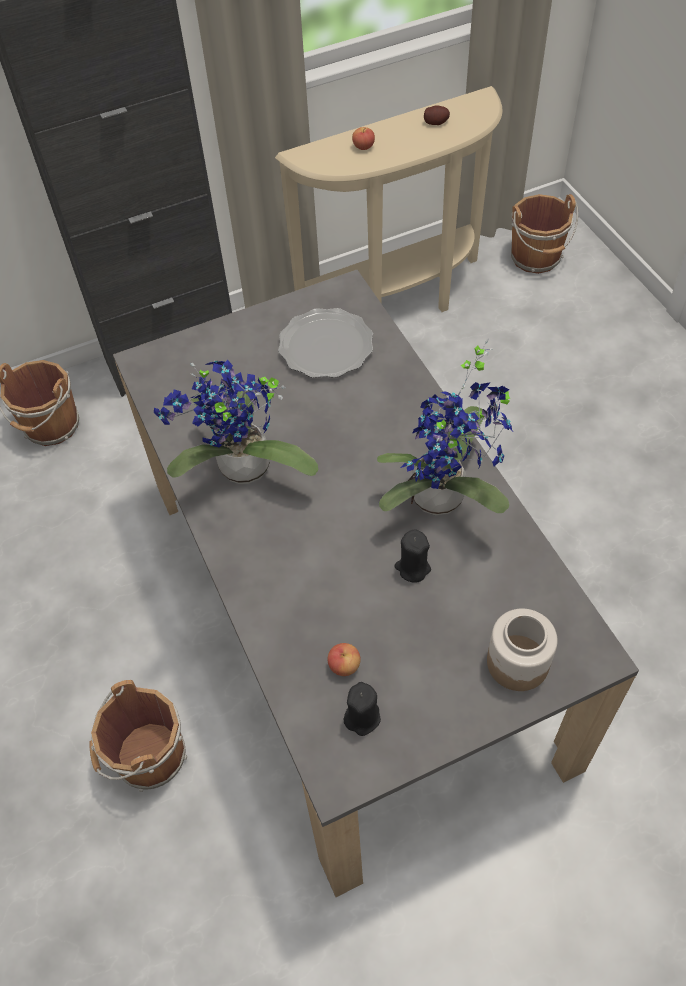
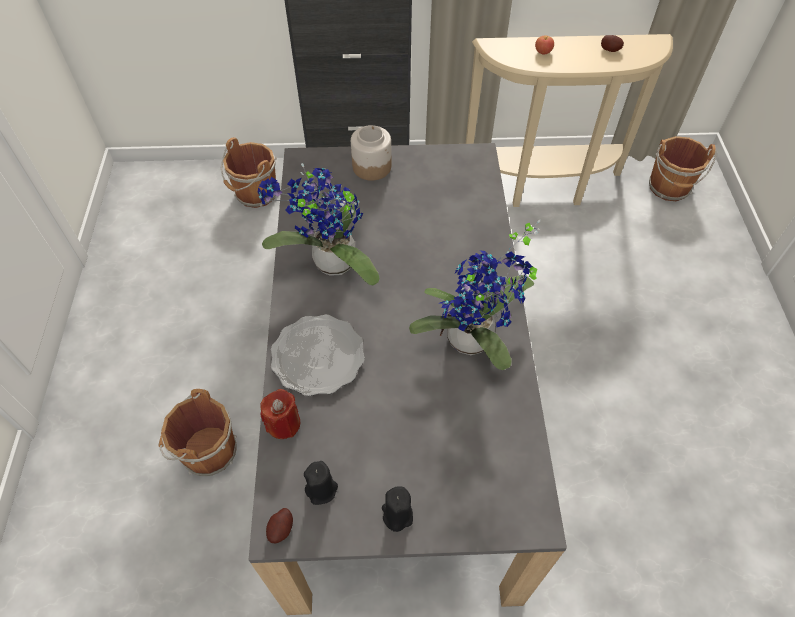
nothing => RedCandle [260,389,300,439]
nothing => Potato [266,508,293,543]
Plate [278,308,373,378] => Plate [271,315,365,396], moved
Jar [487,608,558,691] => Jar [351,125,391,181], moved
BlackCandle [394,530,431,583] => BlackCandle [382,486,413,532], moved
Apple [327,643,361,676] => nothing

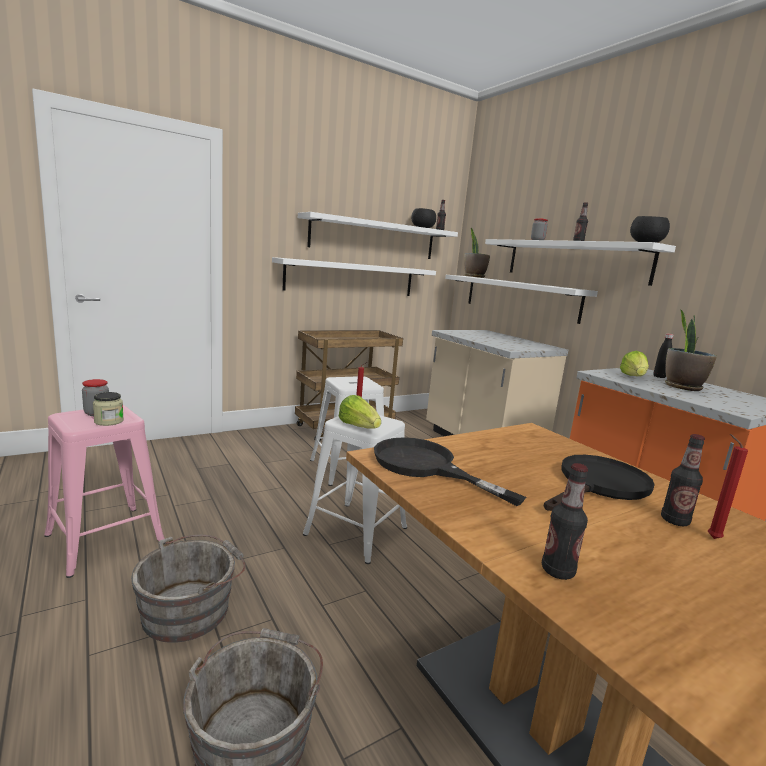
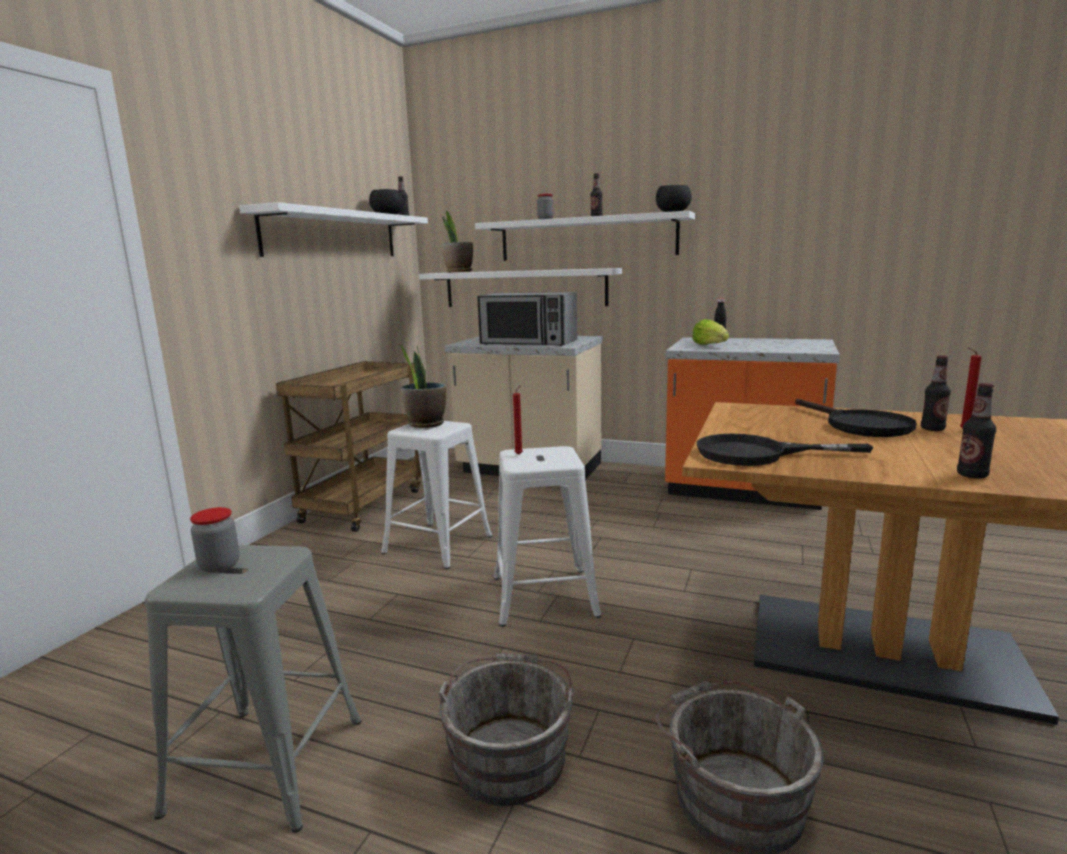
PinkStool [44,405,166,578] => GreyStool [145,545,362,833]
PottedPlant [665,309,717,391] => PottedPlant [399,344,446,428], moved
nothing => Microwave [477,292,577,346]
BlackFryingPan [544,455,655,511] => BlackFryingPan [795,399,917,437], 150 degrees clockwise
Jar [93,392,124,426] => nothing
WhiteShelf [272,257,436,296] => nothing
Lettuce [339,395,381,429] => nothing

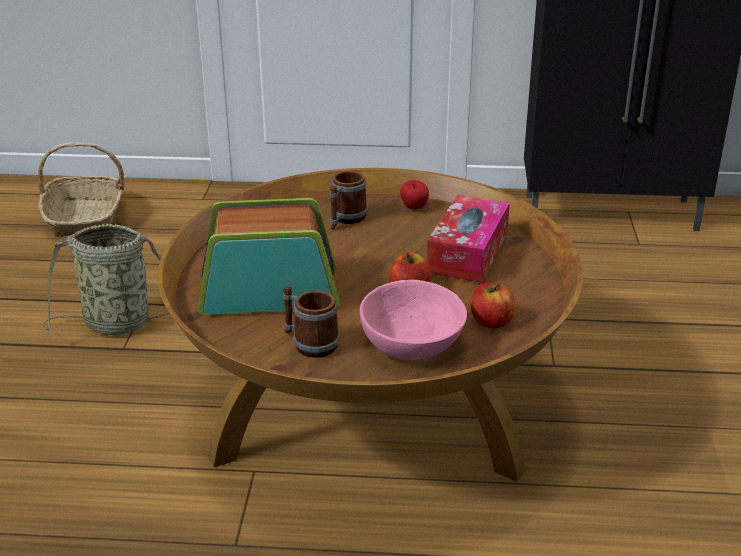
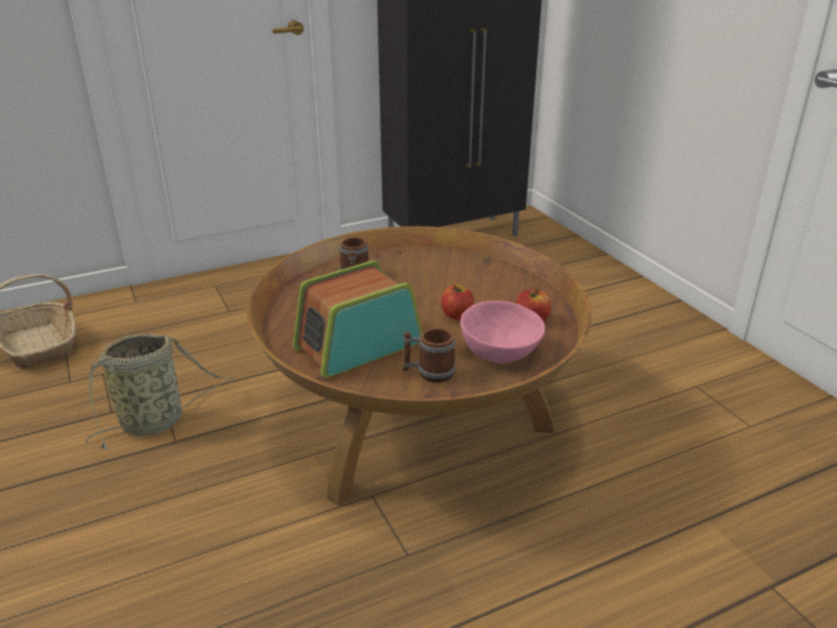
Apple [400,180,429,210] => nothing
TissueBox [427,195,510,283] => nothing

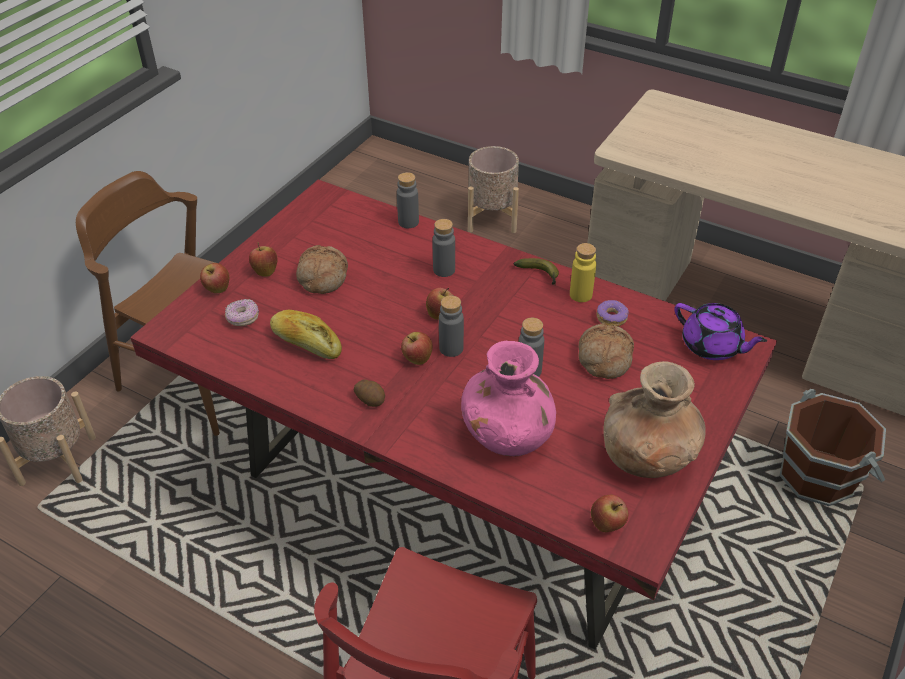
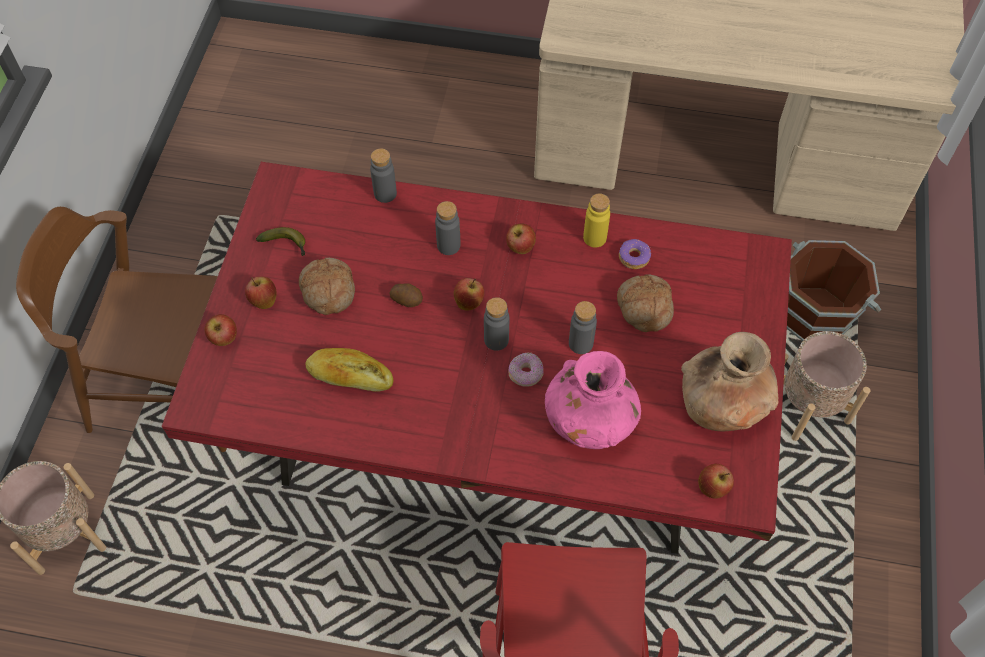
Banana [514,258,559,285] => Banana [256,227,305,256], moved
Potato [353,380,385,407] => Potato [390,283,423,307], moved
Apple [401,332,433,365] => Apple [506,224,536,254], moved
Donut [225,299,259,326] => Donut [508,352,544,387], moved
BeigePlanter [468,146,519,233] => BeigePlanter [784,331,871,441], moved
PurpleTeapot [674,303,767,360] => nothing

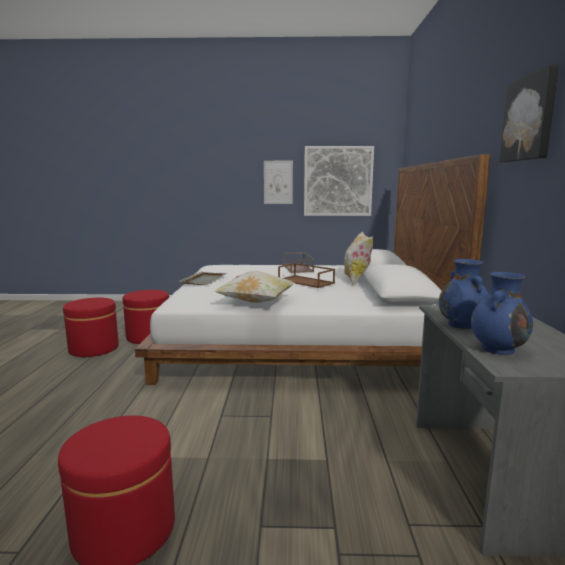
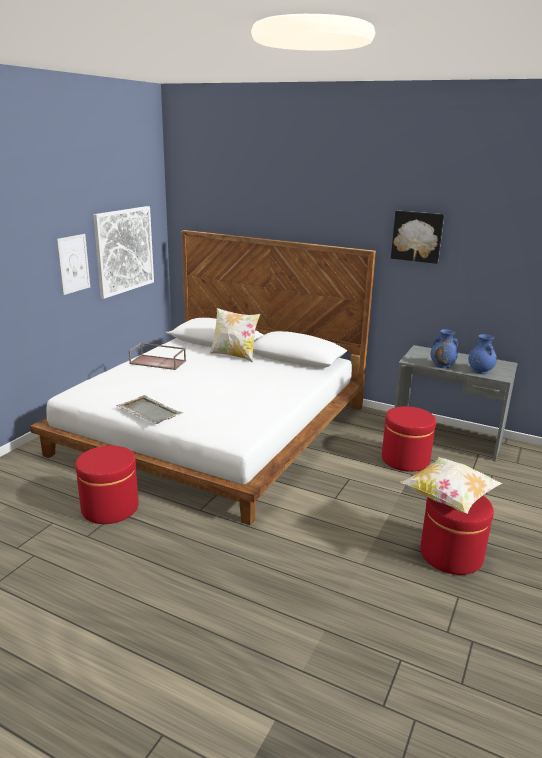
RedOttoman [63,298,119,357] => RedOttoman [382,406,436,472], moved
Pillow [213,271,295,303] => Pillow [400,457,502,514], moved
BrownTray [278,263,335,288] => nothing

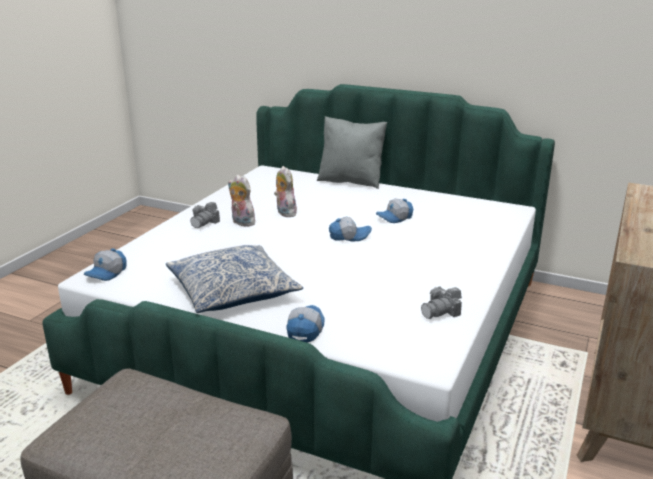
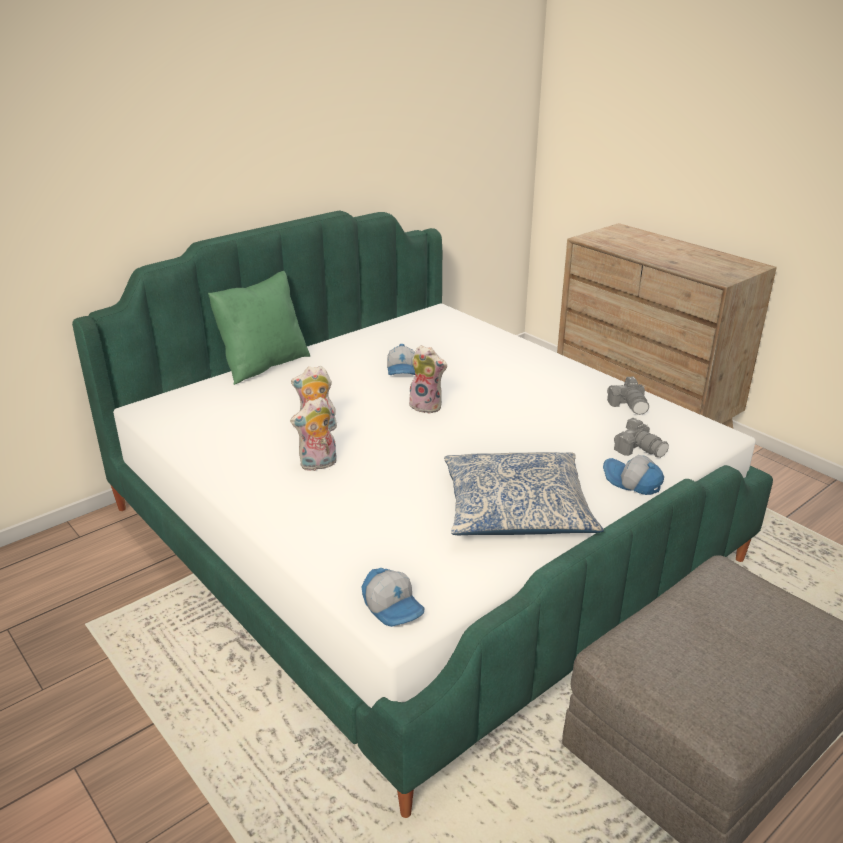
GreyPillow [317,116,387,189] => GreenPillow [208,271,310,385]
Cap [329,217,372,242] => PlushToy [409,345,447,414]
PhotoCamera [190,202,220,228] => PhotoCamera [614,418,669,458], moved

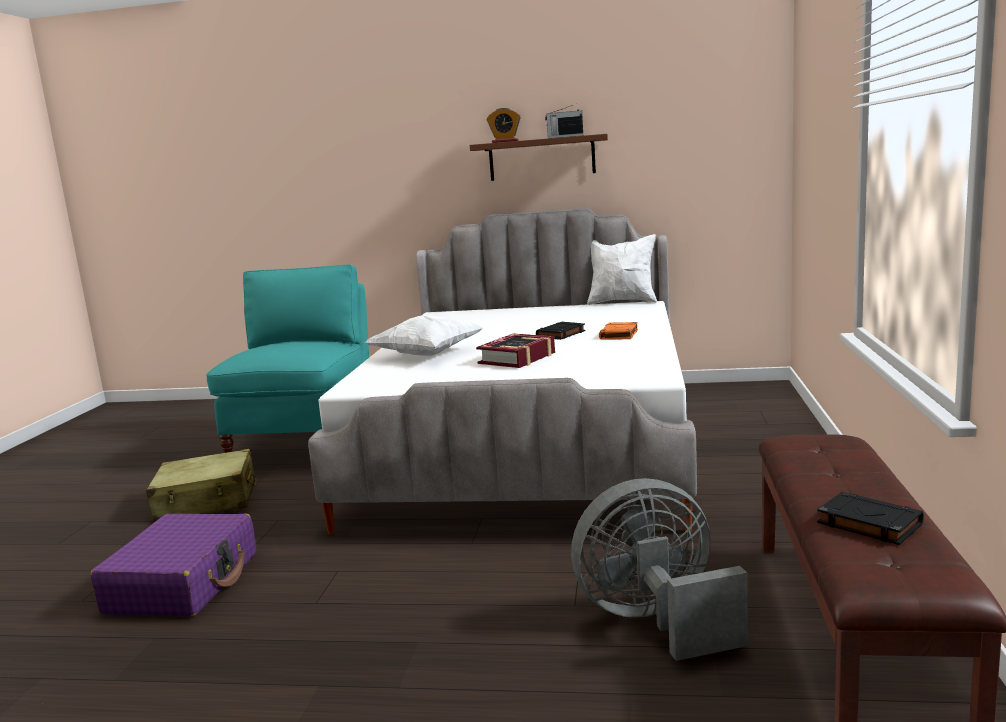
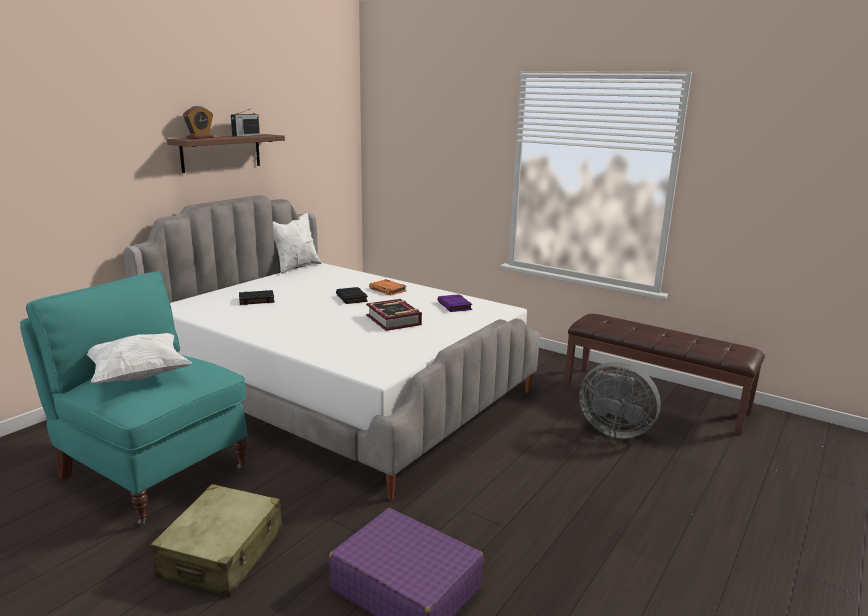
WhitePillow [365,315,483,356] => WhitePillow [87,333,192,384], moved
BlackBook [817,492,924,545] => BlackBook [239,290,275,305], moved
nothing => PurpleBook [437,294,472,312]
GreyFan [571,478,748,661] => GreyFan [579,362,661,438], 75 degrees counterclockwise

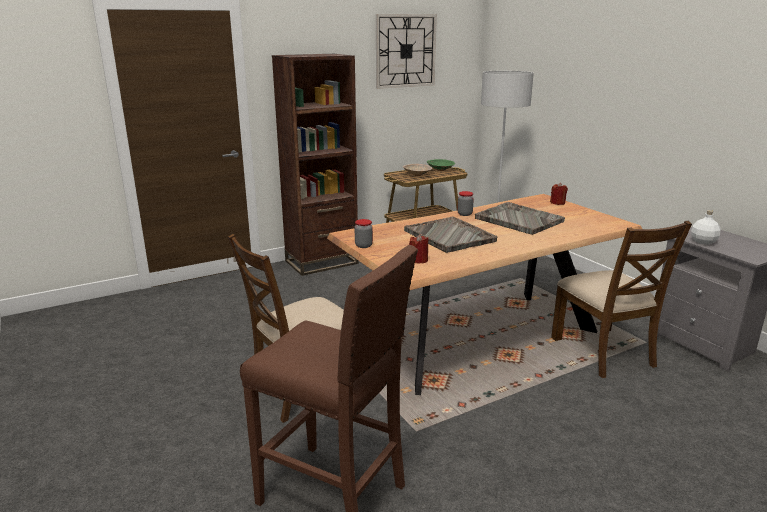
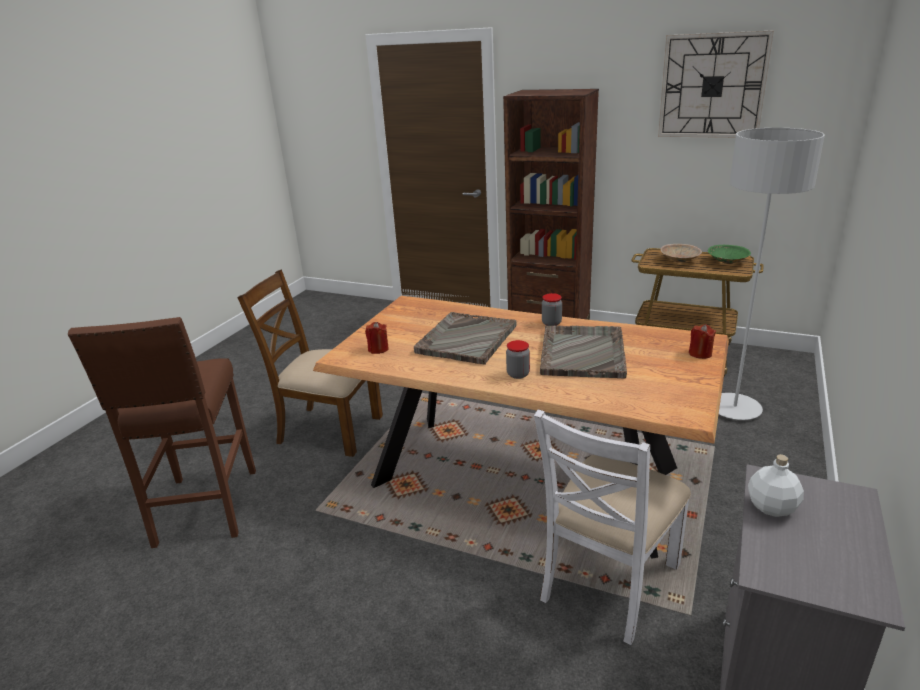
Jar [355,219,373,248] => Jar [506,340,530,379], moved
BrownChair [551,221,692,378] => WhiteChair [534,409,691,645]

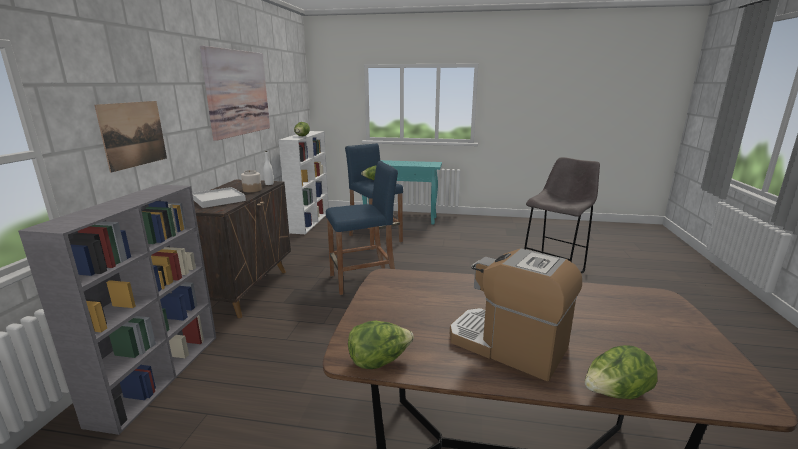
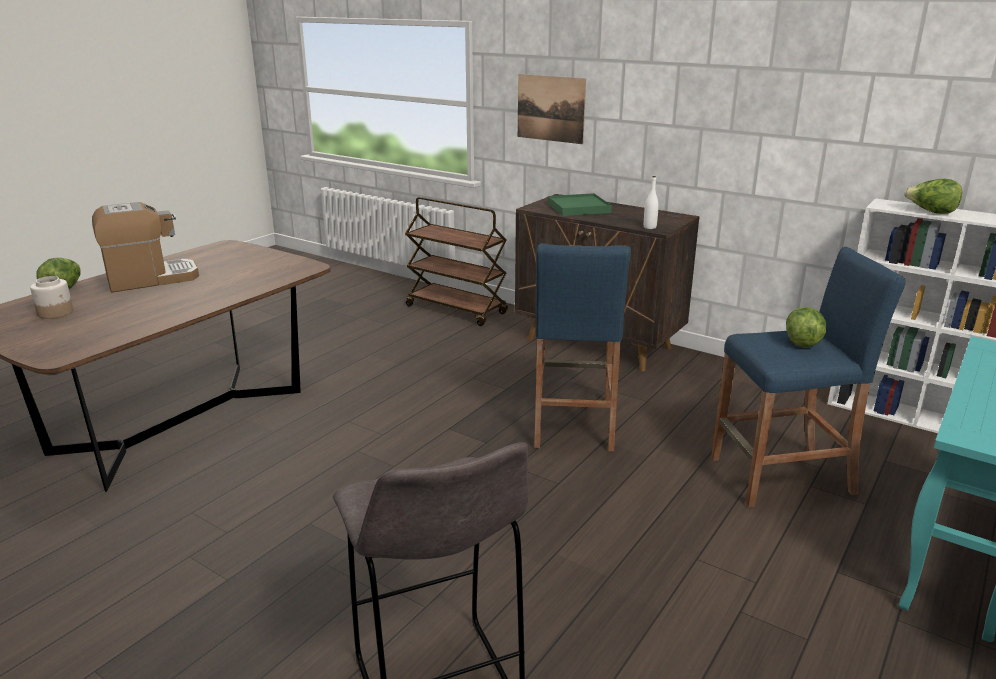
Jar [241,170,262,192] => Jar [30,276,73,319], moved
GreyBookcase [18,185,216,435] => BrownCart [405,197,508,326]
WhiteTray [192,187,246,208] => GreenTray [548,193,612,216]
Picture [200,46,270,141] => nothing
Lettuce [348,321,414,369] => nothing

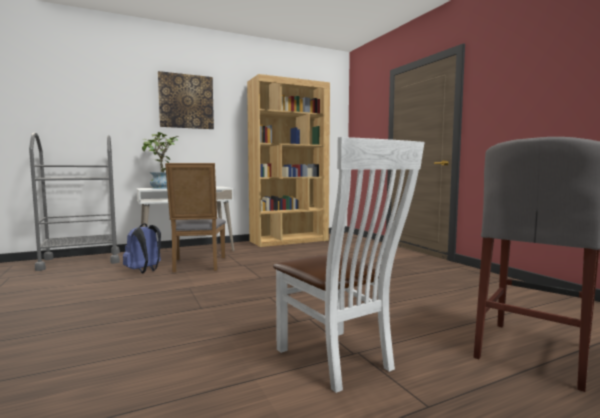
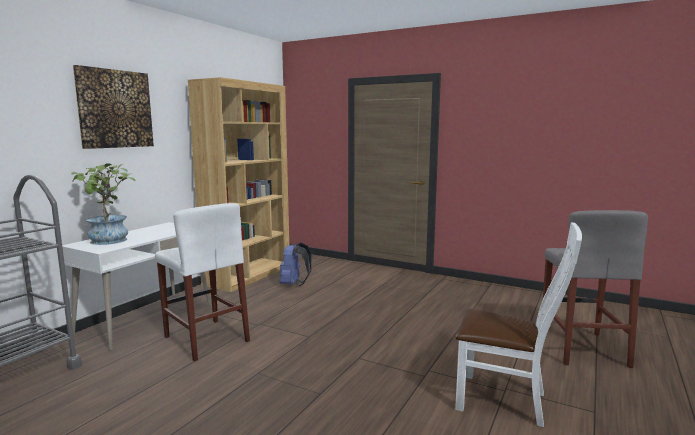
GreyChair [165,163,226,272] => WhiteStool [155,203,250,362]
BlueBackpack [123,223,161,274] => BlueBackpack [280,242,311,286], moved

